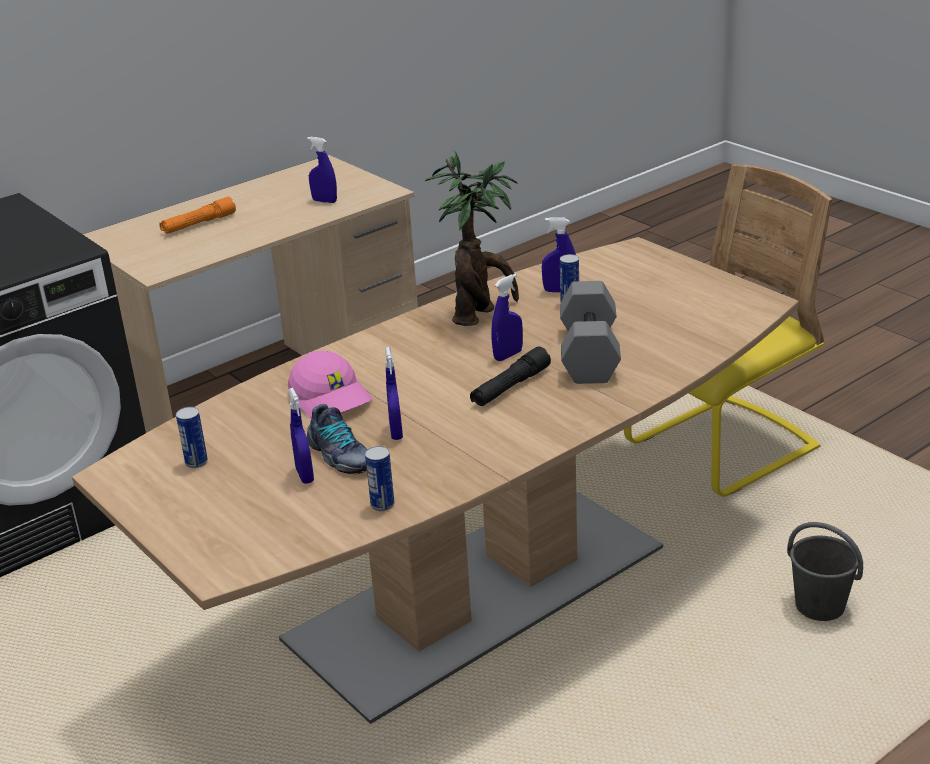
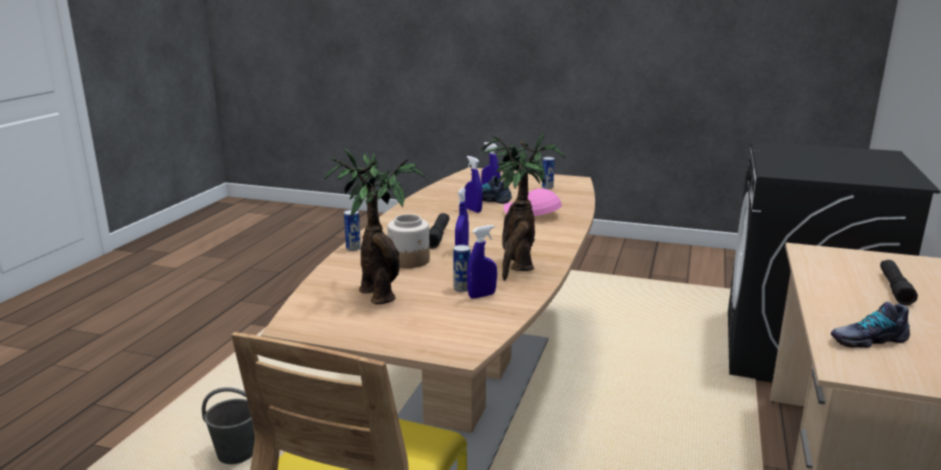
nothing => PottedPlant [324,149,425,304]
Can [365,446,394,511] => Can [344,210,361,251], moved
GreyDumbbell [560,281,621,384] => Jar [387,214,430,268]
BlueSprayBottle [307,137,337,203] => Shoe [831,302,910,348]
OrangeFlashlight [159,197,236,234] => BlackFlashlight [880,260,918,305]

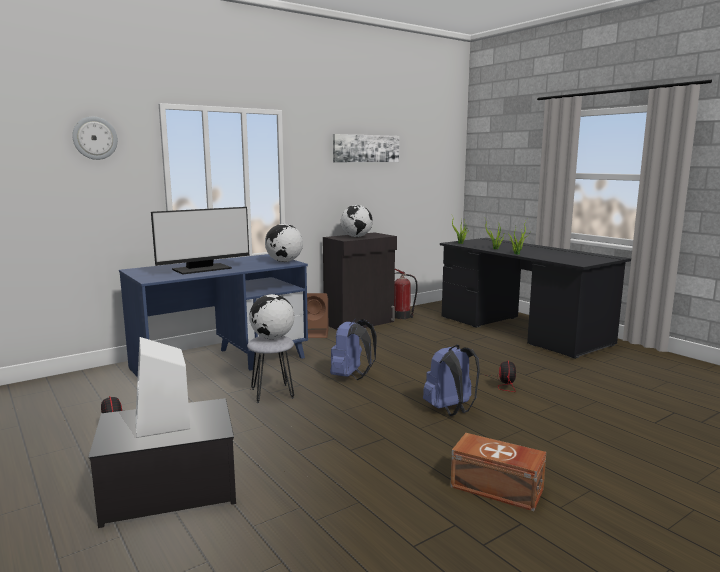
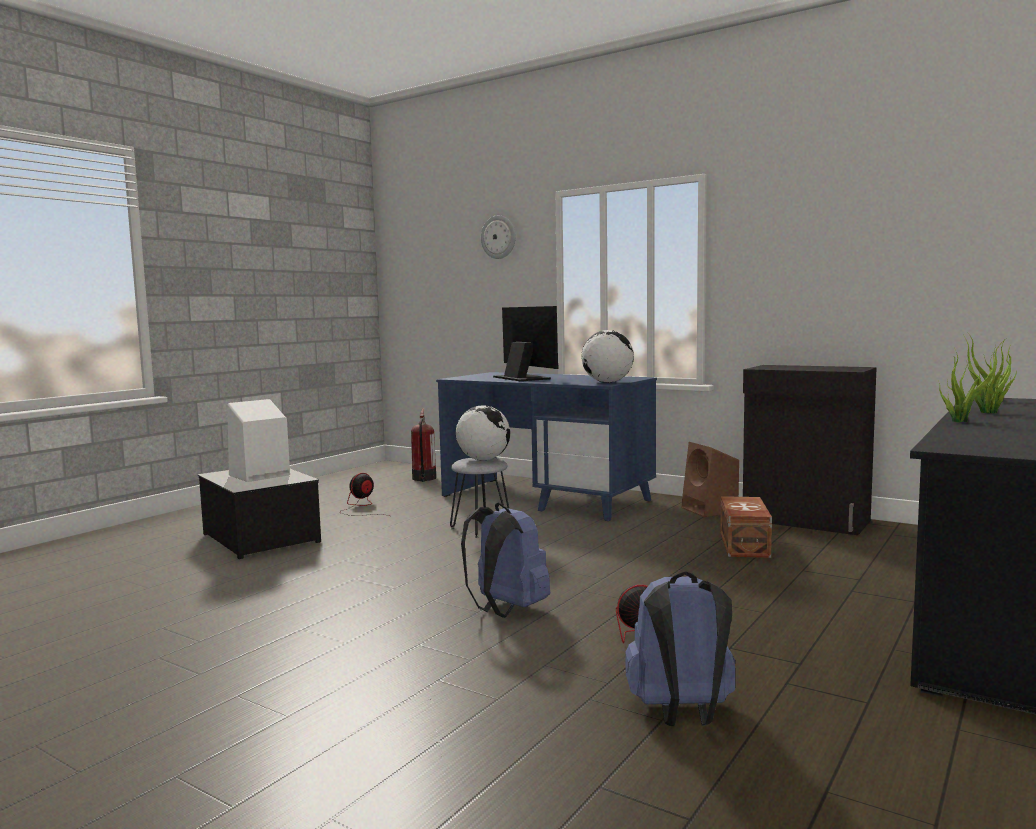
FireExtinguisher [394,269,418,319] => FireExtinguisher [411,408,436,482], moved
Monitor [151,207,249,275] => Monitor [493,306,559,381], 150 degrees counterclockwise
BlueBackpack [330,318,377,380] => BlueBackpack [625,571,735,726], moved
BrownStorageBox [450,433,546,511] => BrownStorageBox [720,496,772,558], moved
Picture [333,134,399,162] => nothing
Globe [341,205,373,237] => nothing

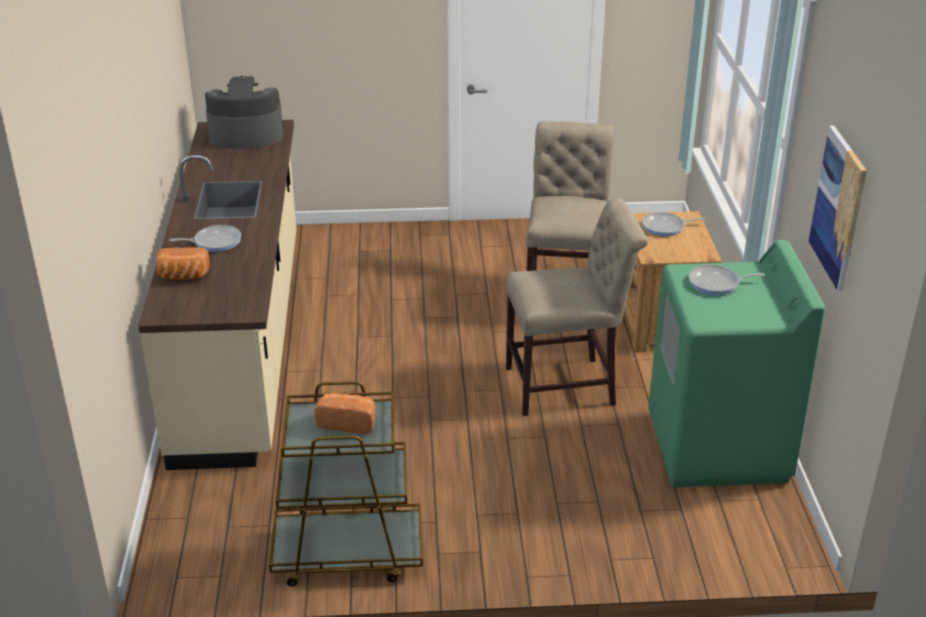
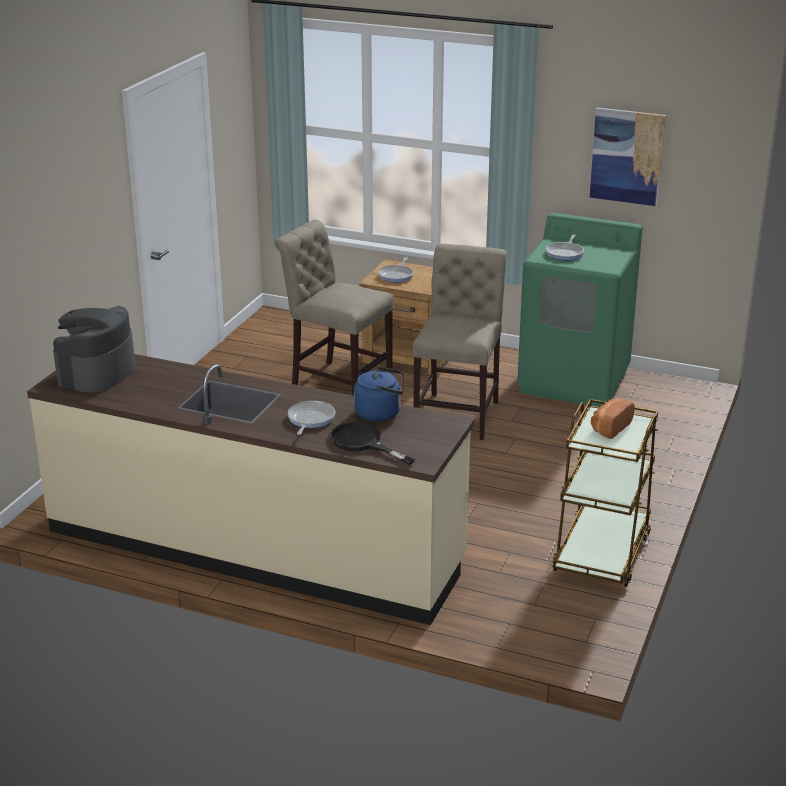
Bread [156,247,210,280] => BlackFryingPan [330,422,415,465]
nothing => BlueKettle [354,366,404,422]

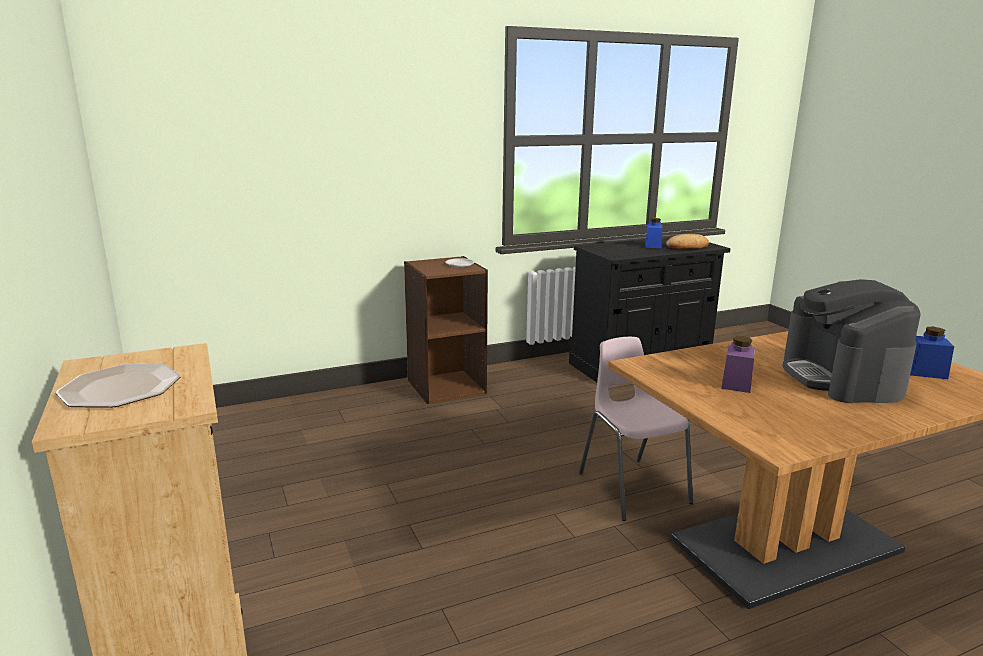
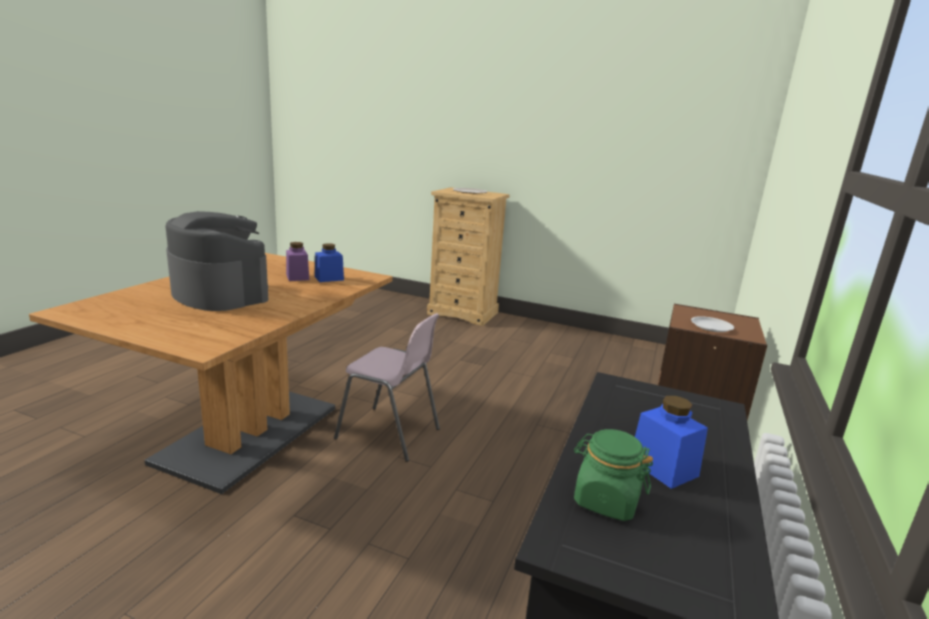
BlueJar [910,327,954,379] => BlueJar [315,243,344,282], moved
Bread [666,234,709,249] => GreenJar [574,429,653,521]

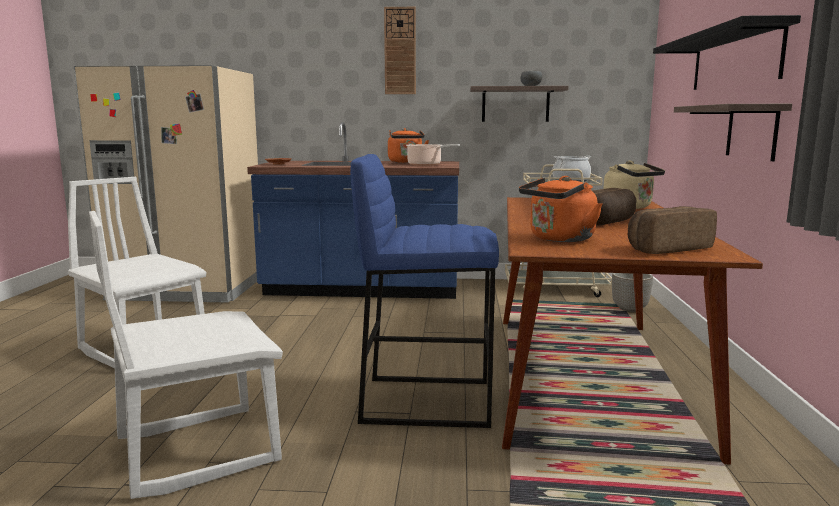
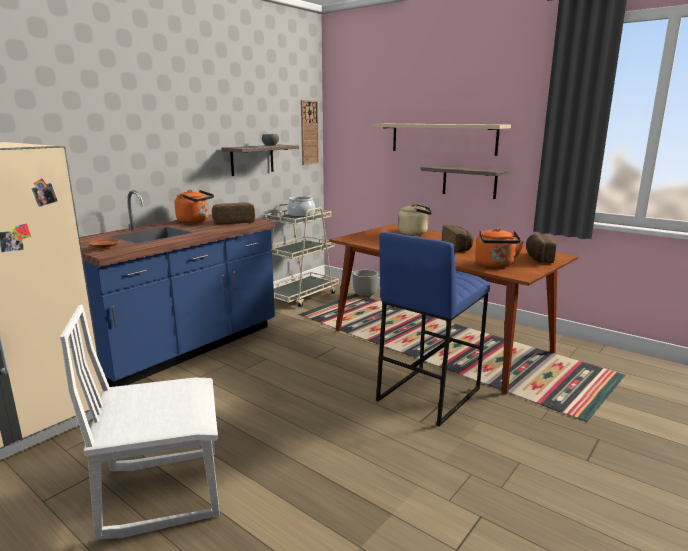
CookingPot [406,144,460,166] => Bread [212,203,255,224]
WallClock [384,7,416,94] => WallClock [301,100,319,165], moved
BlackShelf [653,15,801,90] => BeigeShelf [372,124,511,156]
WhiteChair [89,211,283,499] => nothing

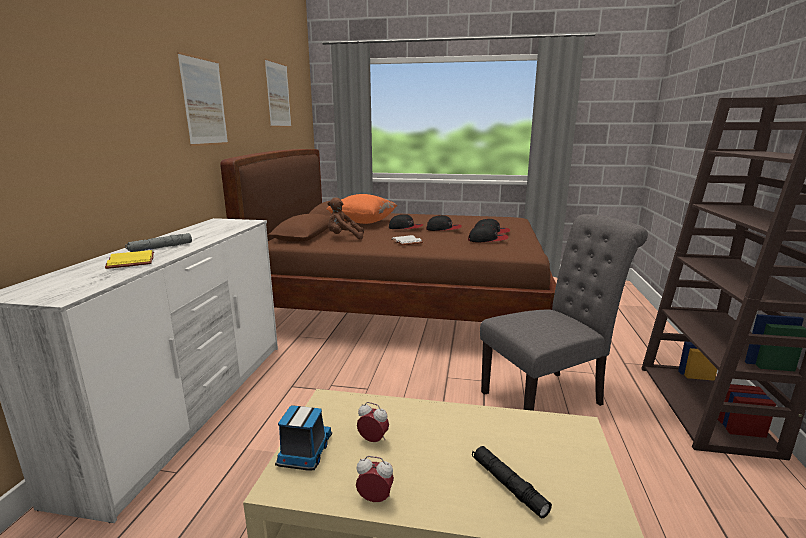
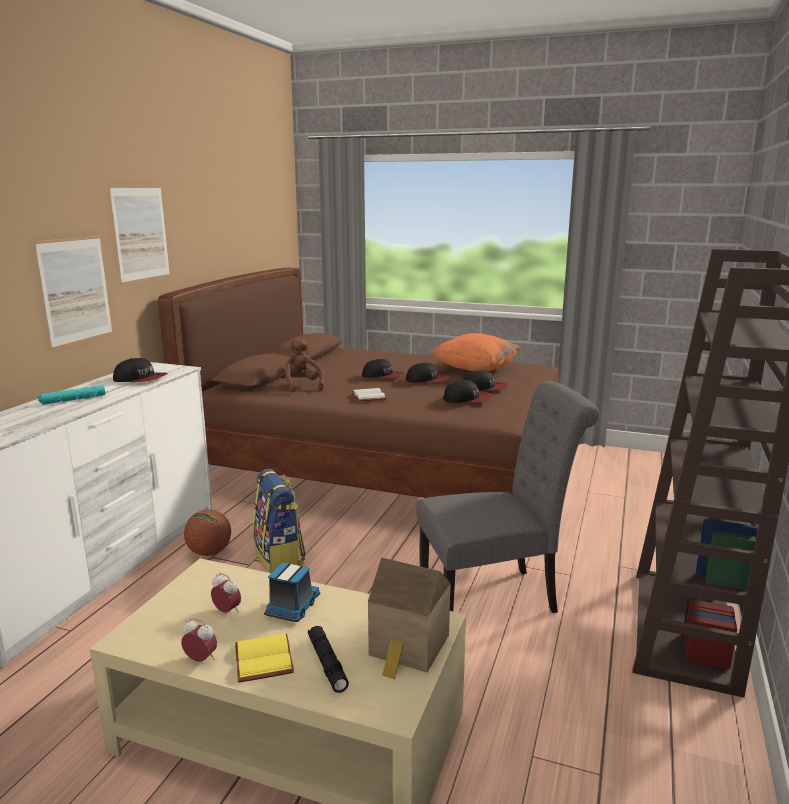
Picture [264,58,292,127] => Picture [35,236,113,350], moved
GreyFlashlight [125,233,192,252] => TurquoiseFlashlight [38,385,105,405]
nothing => Cap [113,358,168,382]
nothing => Basketball [184,509,231,556]
YellowBook [105,250,154,269] => YellowBook [235,634,294,682], moved
nothing => Backpack [252,469,306,573]
ToyTruck [275,405,332,471] => ToyTruck [264,562,320,622], moved
BrownPlushToy [327,197,364,239] => BrownPlushToy [277,337,324,392], 60 degrees clockwise
nothing => ToyHouse [368,557,451,679]
OrangePillow [327,194,397,224] => OrangePillow [432,333,521,371], moved

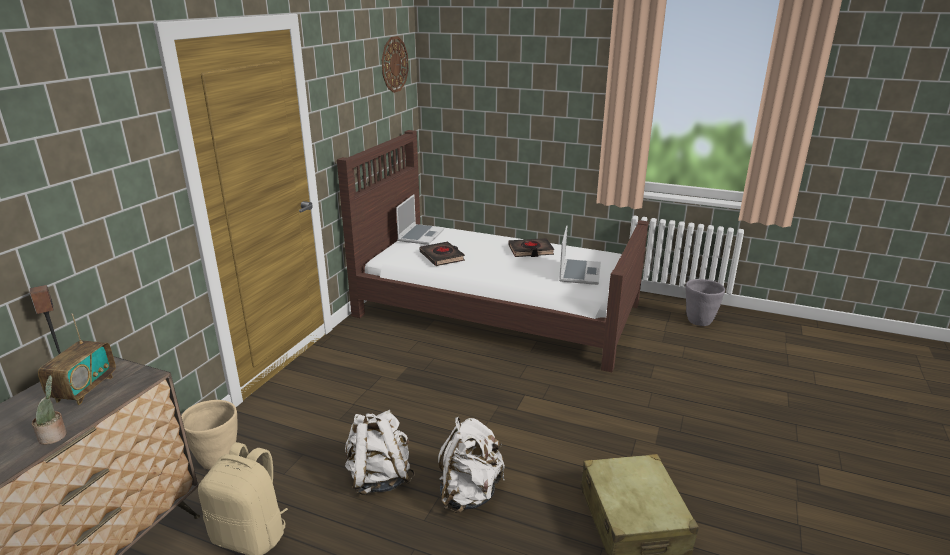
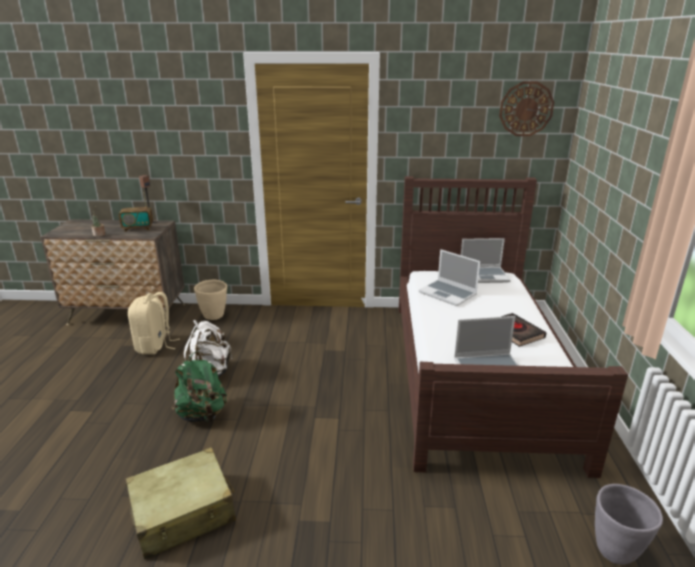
WhiteBackpack [438,417,505,513] => GreenBackpack [171,351,227,423]
BlackBook [420,242,465,266] => Laptop [419,249,480,306]

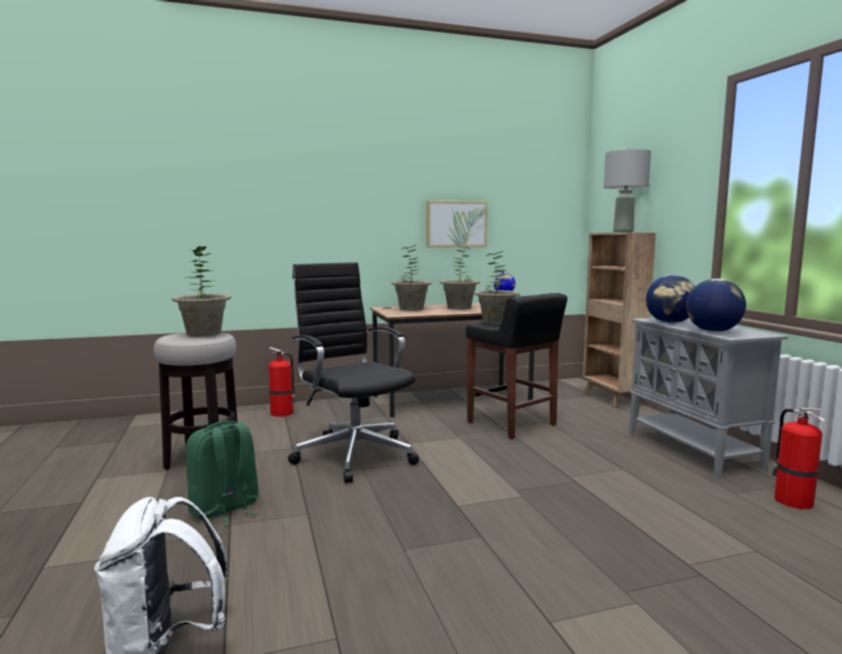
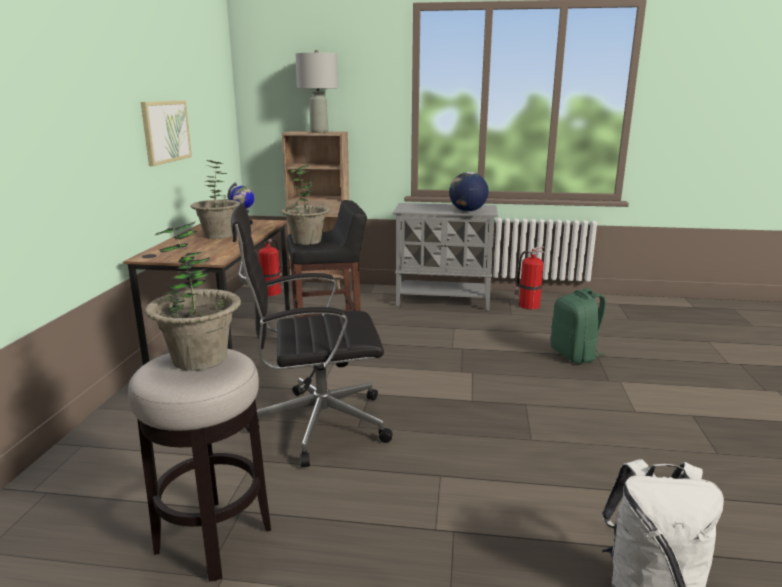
FireExtinguisher [267,347,296,417] => FireExtinguisher [258,239,282,296], moved
GreenBackpack [186,420,260,526] => GreenBackpack [551,288,606,364], moved
PottedPlant [391,245,432,311] => nothing
Globe [646,275,695,323] => nothing

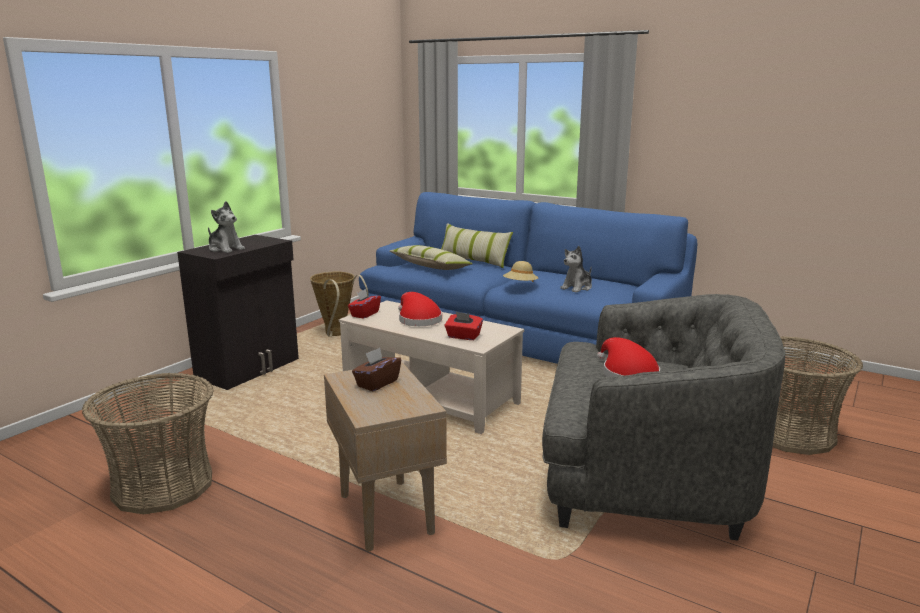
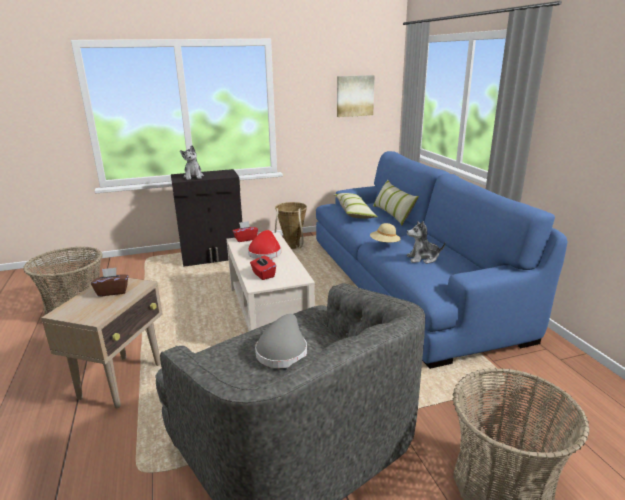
RedHat [597,337,660,377] => GreyHat [255,314,307,368]
nothing => Picture [337,75,375,117]

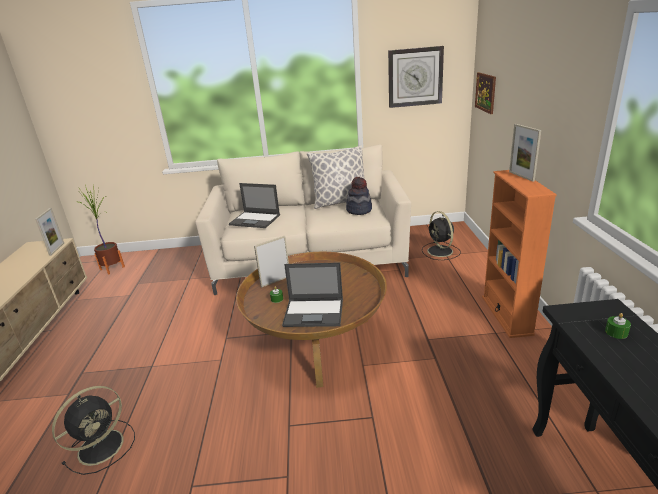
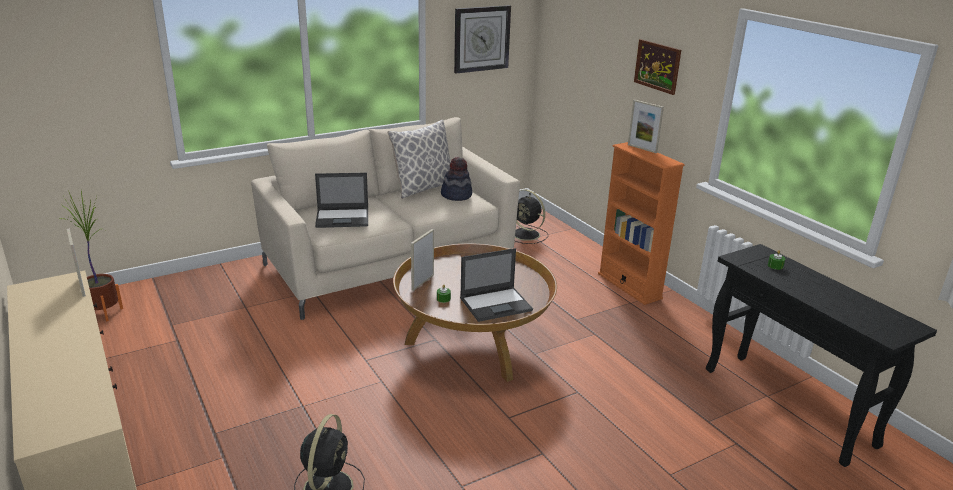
Picture [475,72,496,114] => Picture [634,39,681,95], moved

